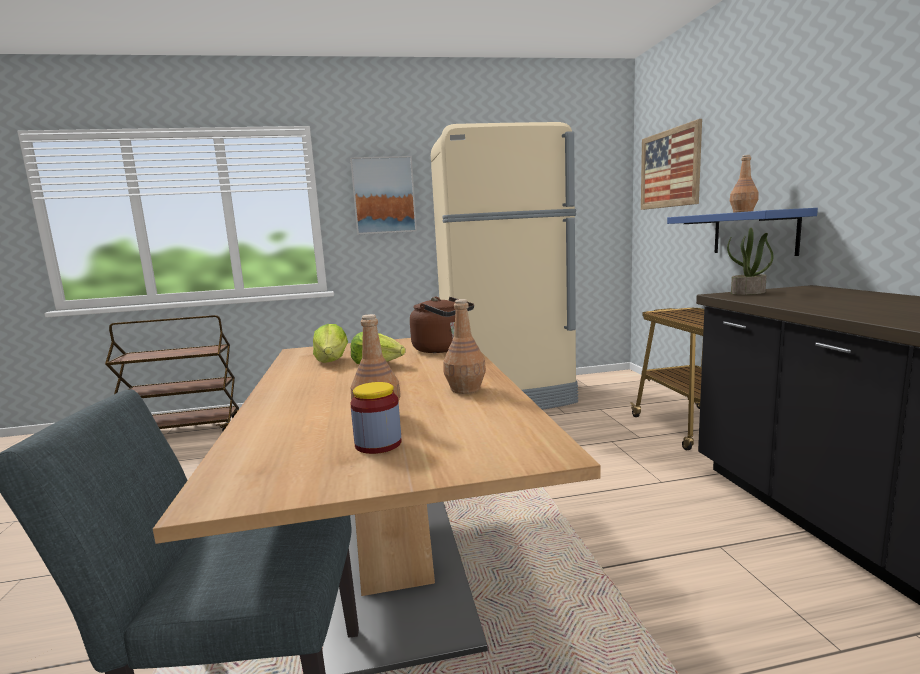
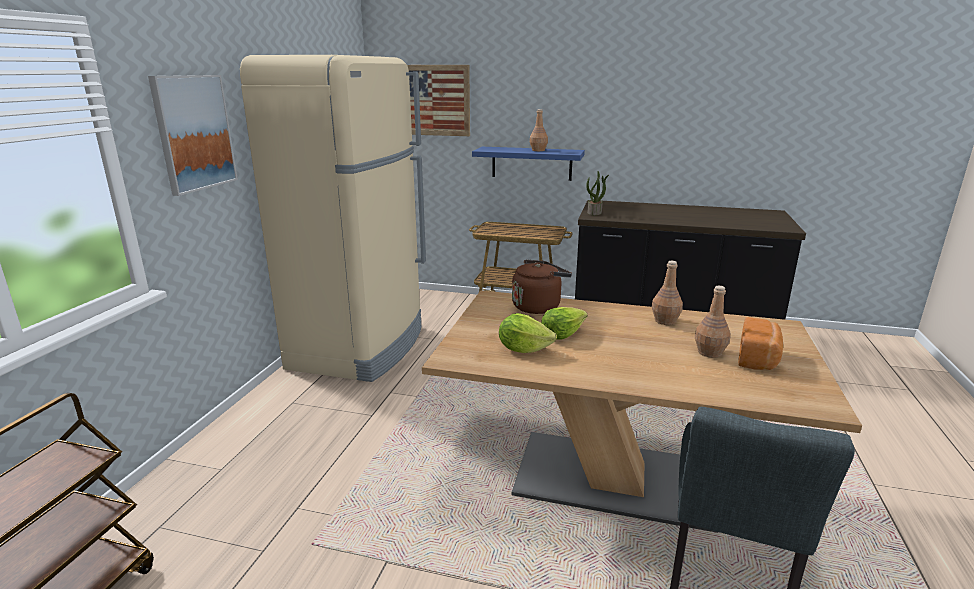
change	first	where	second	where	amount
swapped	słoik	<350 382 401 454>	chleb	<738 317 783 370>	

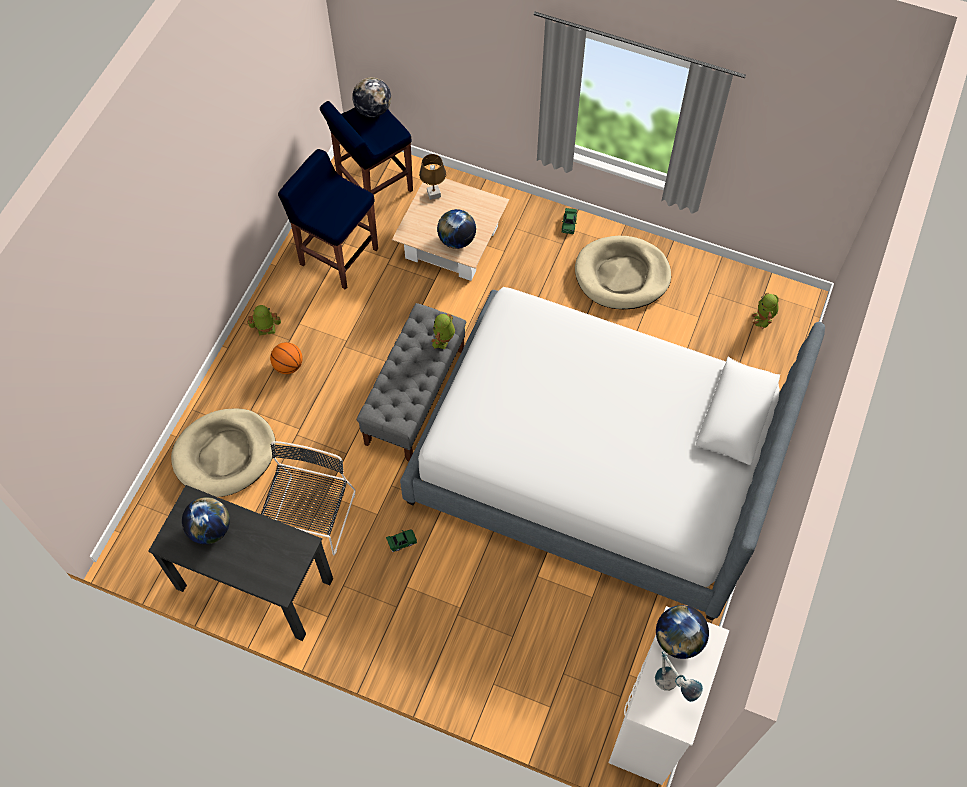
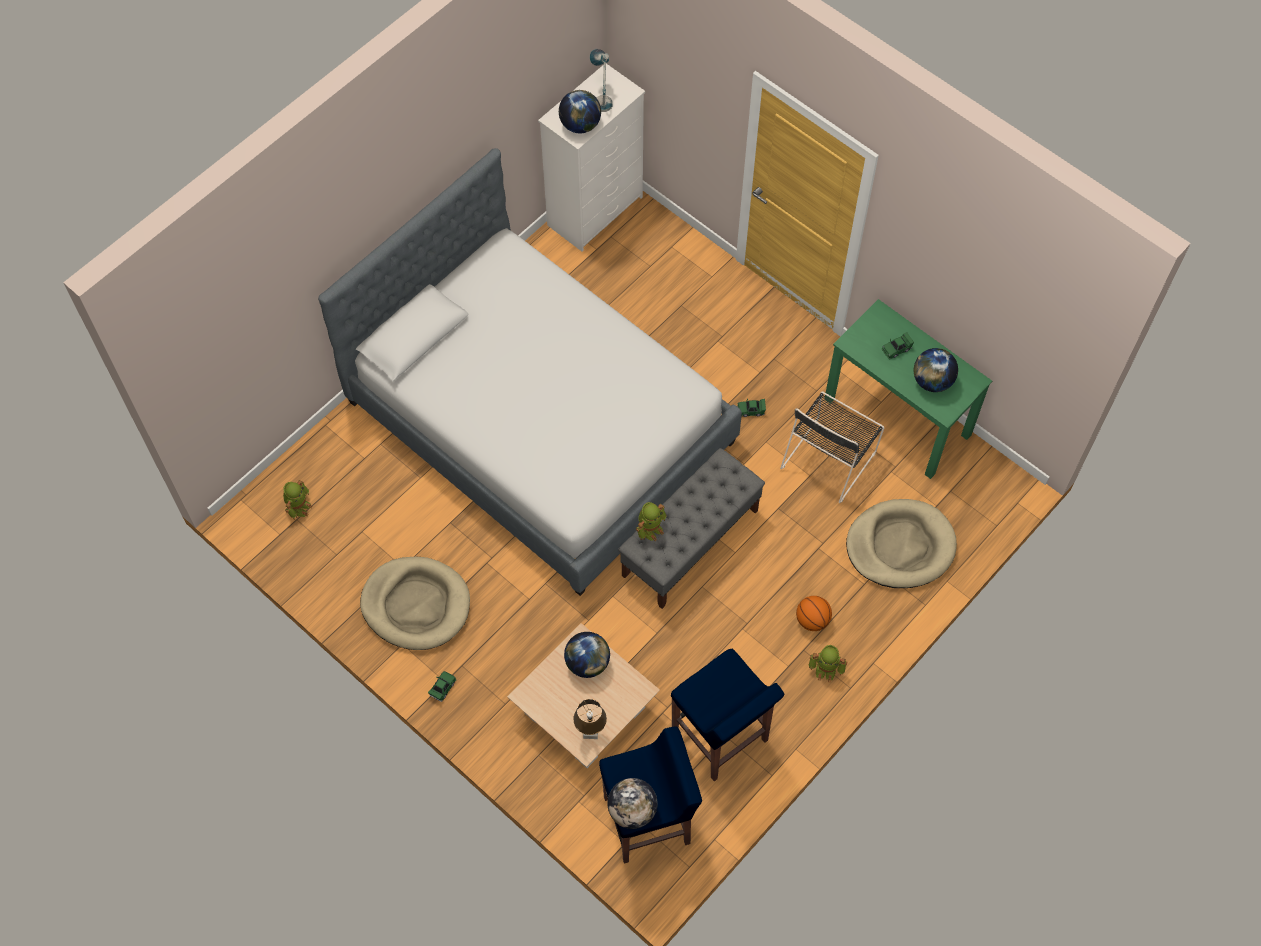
change	first	where	second	where	amount
new			samochodzik/zielony	<882 332 914 359>	
repainted	biurko/czarny	<148 485 333 641>	biurko/zielony	<824 299 992 479>	

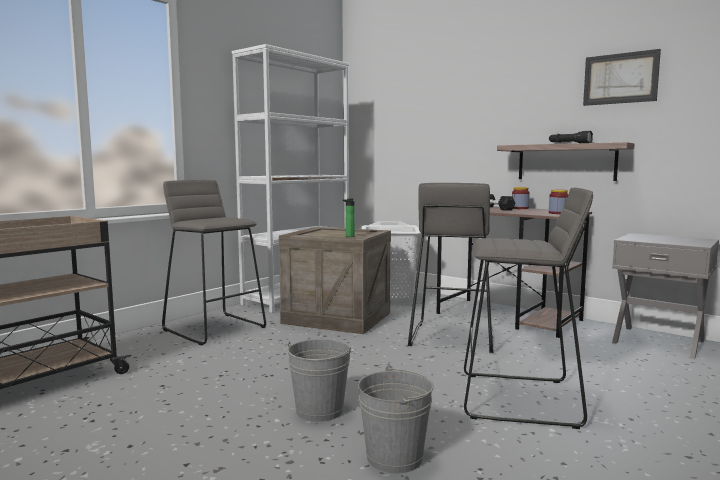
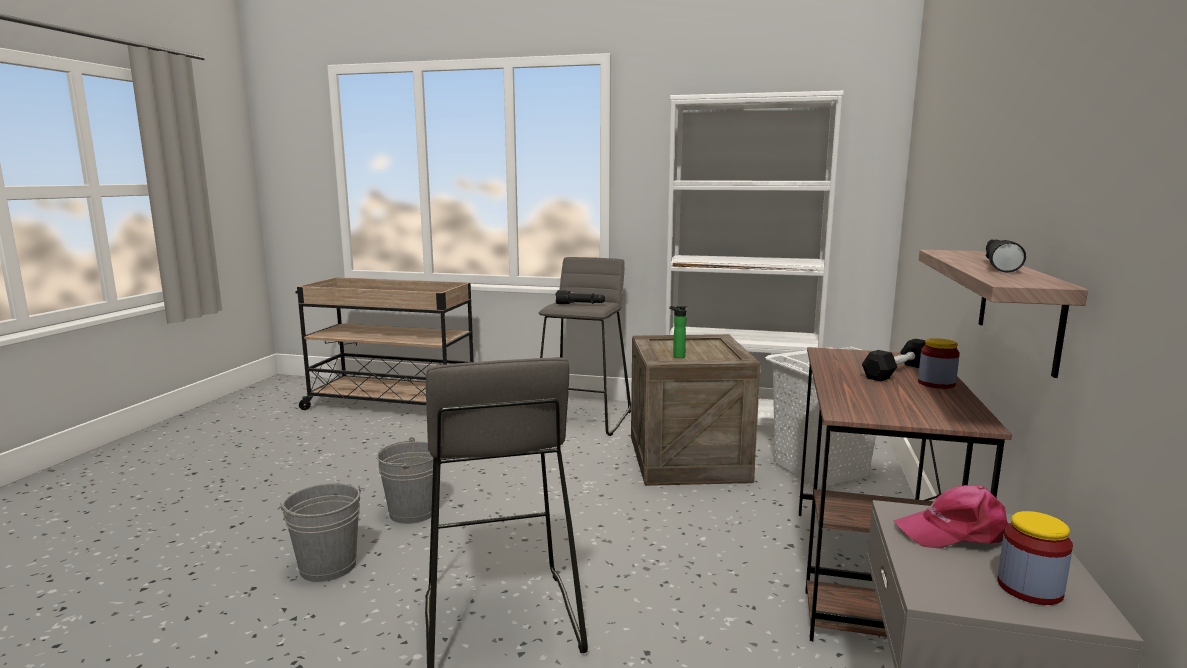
change	first	where	second	where	amount
gone	stołek/szary	<408 183 493 353>			
gone	obraz	<583 49 661 106>			
new			latarka/czarny	<555 290 605 304>	
new			czapka z daszkiem/różowy	<893 485 1010 549>	
shifted	słoik	<549 189 568 214>		<998 511 1073 605>	

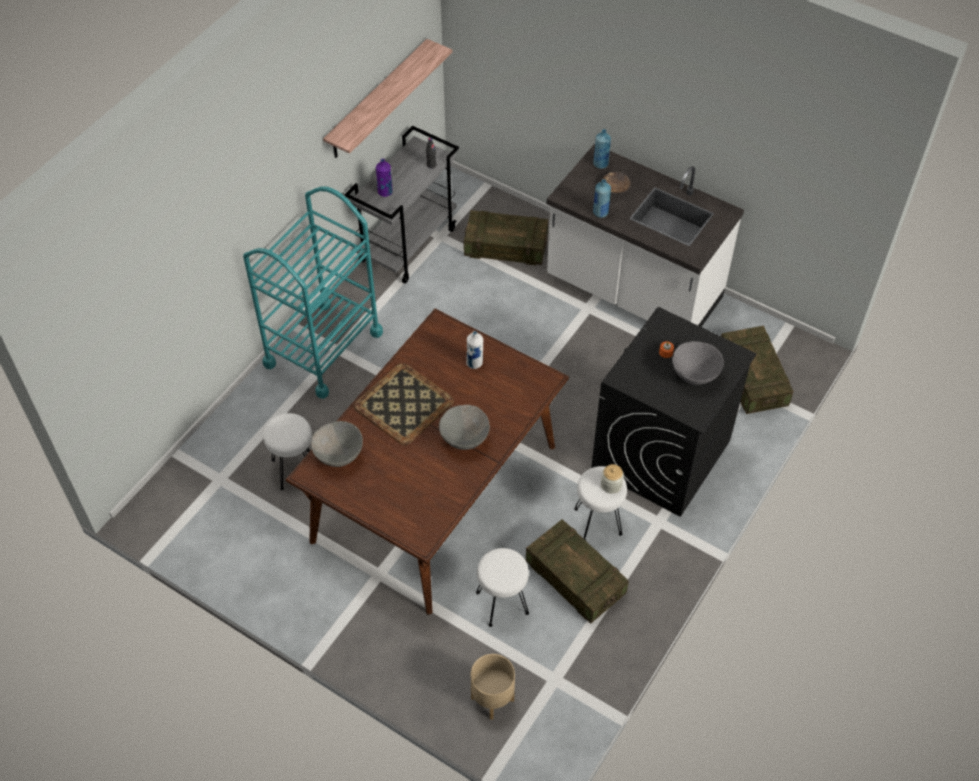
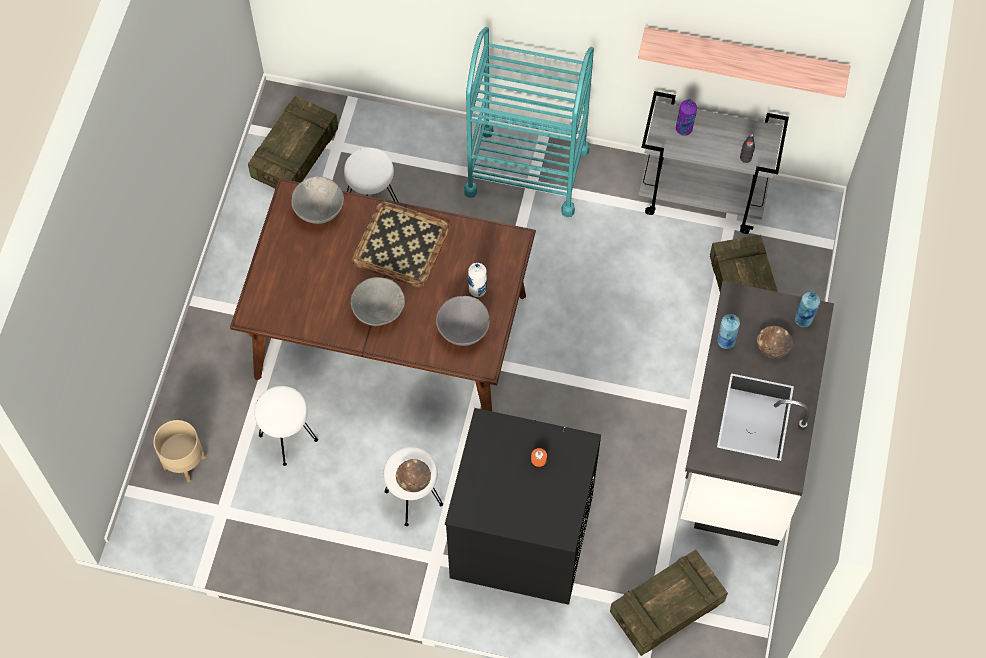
change	first	where	second	where	amount
shifted	skrzynka	<526 519 629 623>		<248 95 338 188>	
shifted	miska/szary	<672 341 724 385>		<436 296 490 346>	
swapped	słoik	<601 464 624 493>	miska/brązowy	<396 459 431 492>	

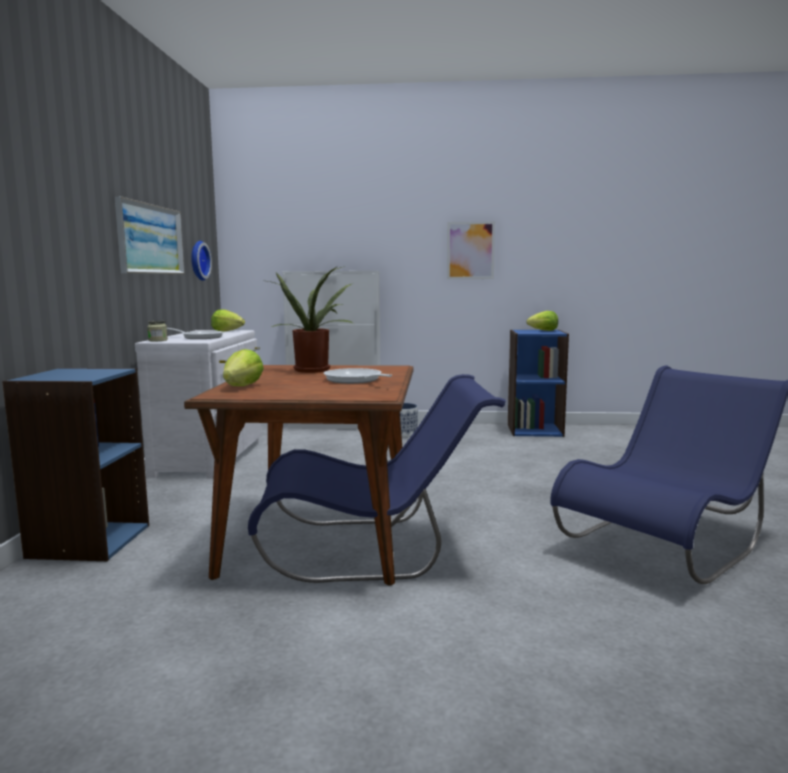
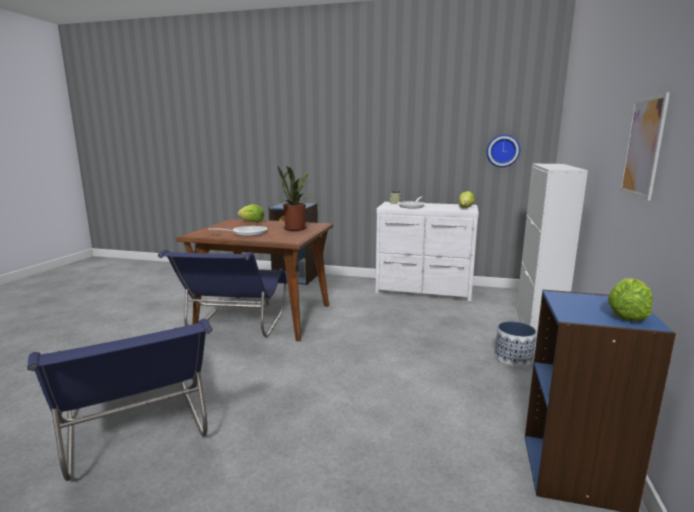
change	first	where	second	where	amount
gone	obraz	<115 196 185 274>			

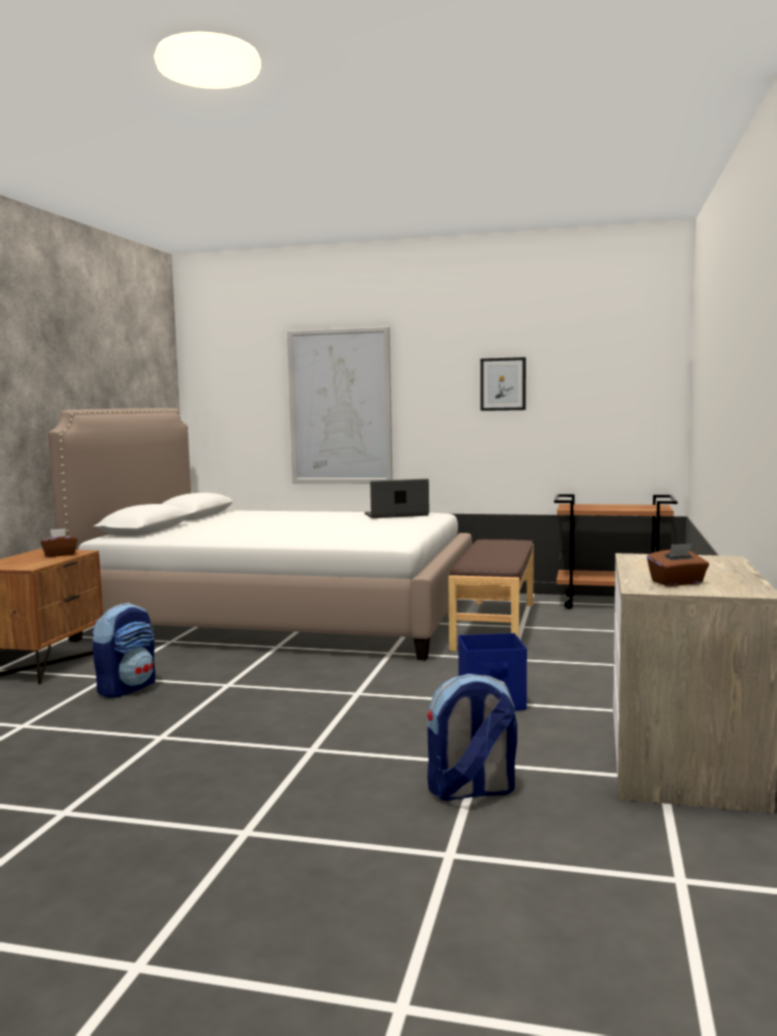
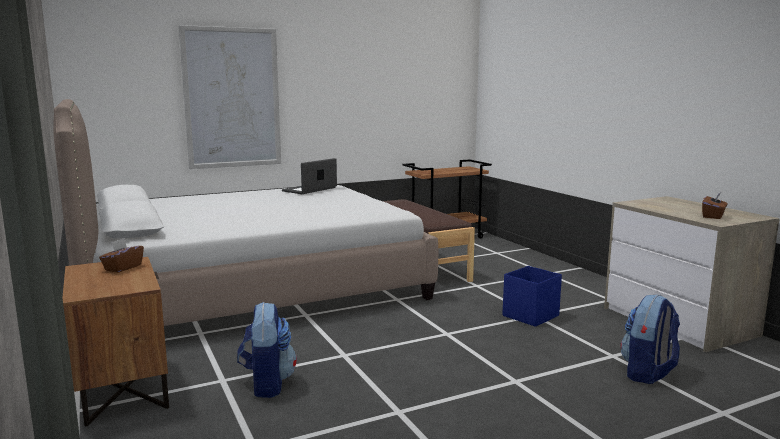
change	first	where	second	where	amount
gone	obraz	<480 357 526 411>			

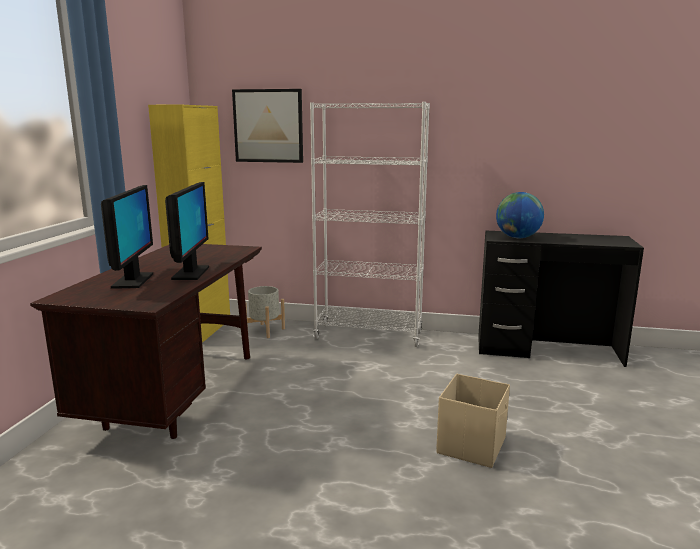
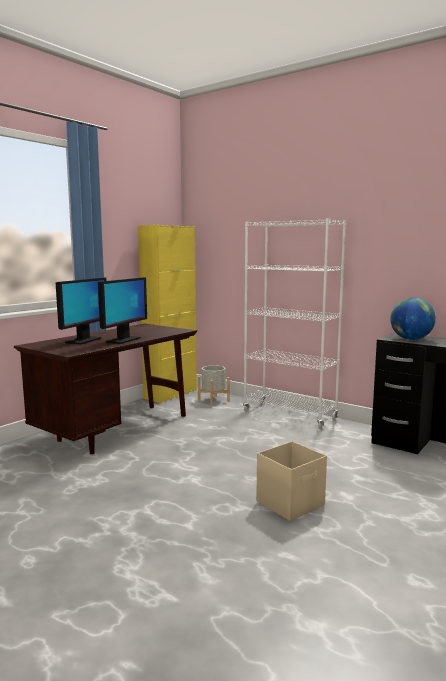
change	first	where	second	where	amount
gone	obraz	<232 89 303 163>			

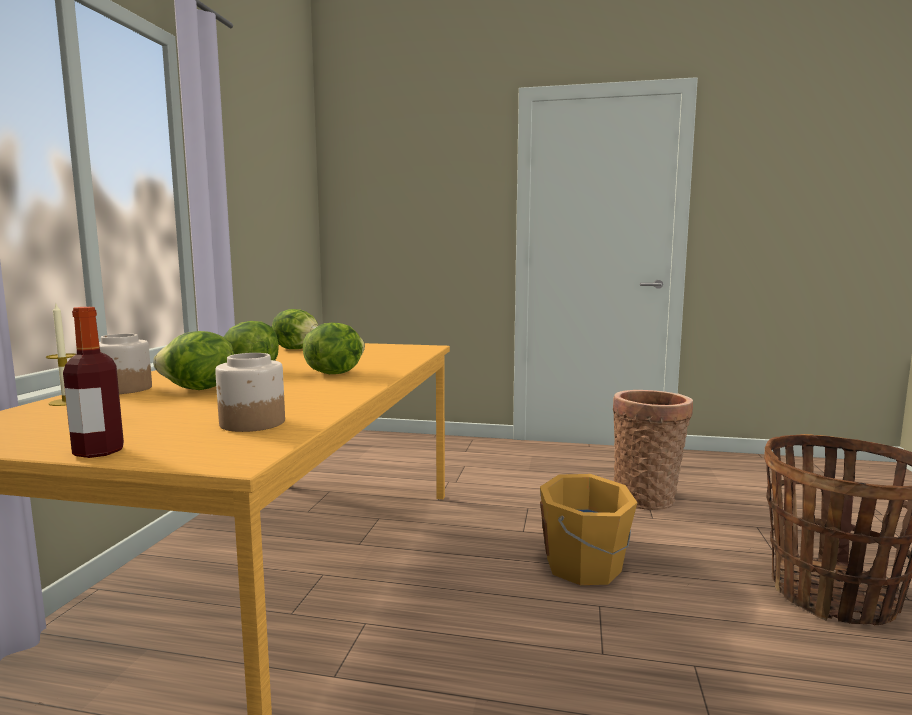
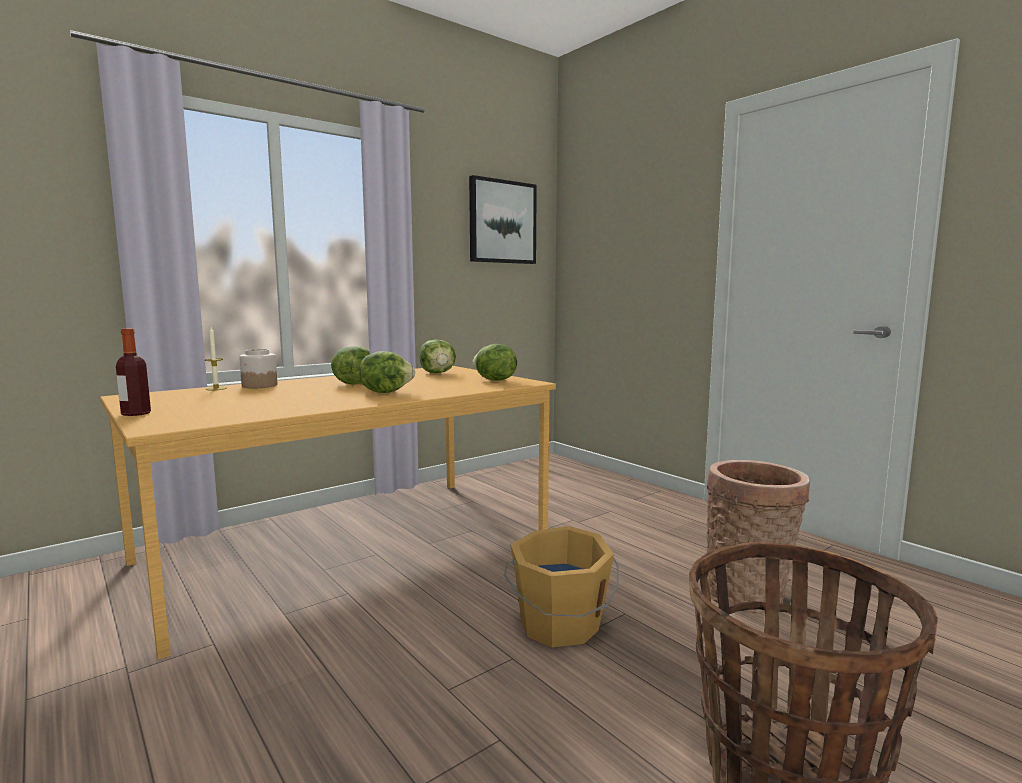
change	first	where	second	where	amount
gone	słoik	<215 353 285 432>			
new			obraz	<469 175 537 264>	
shifted	sałata	<153 331 235 390>		<473 344 517 381>	

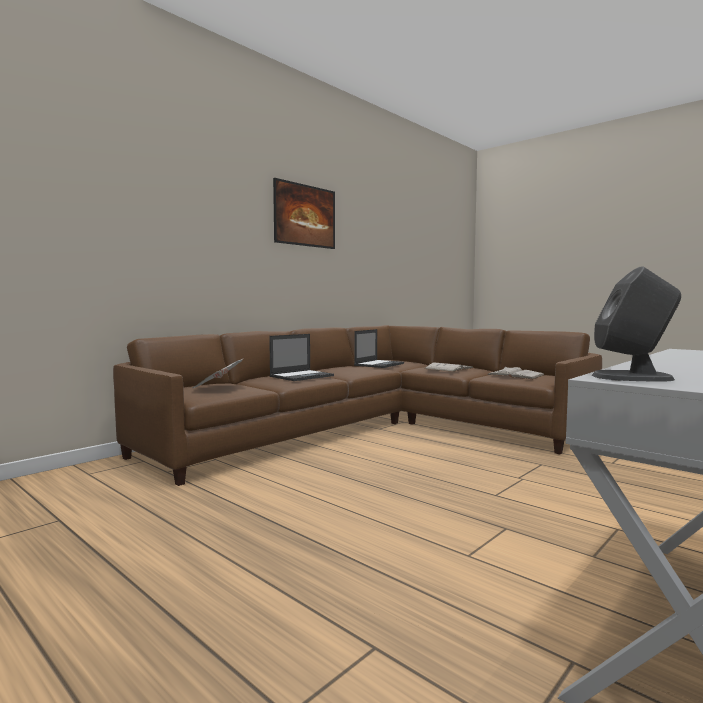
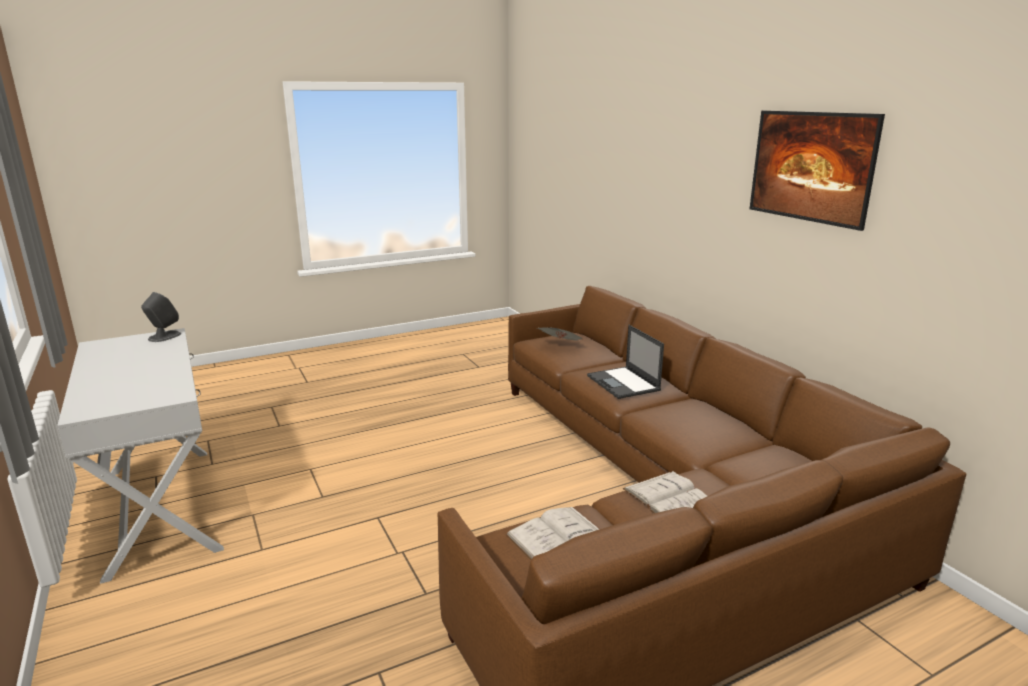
change	first	where	second	where	amount
gone	laptop	<354 329 404 368>			

